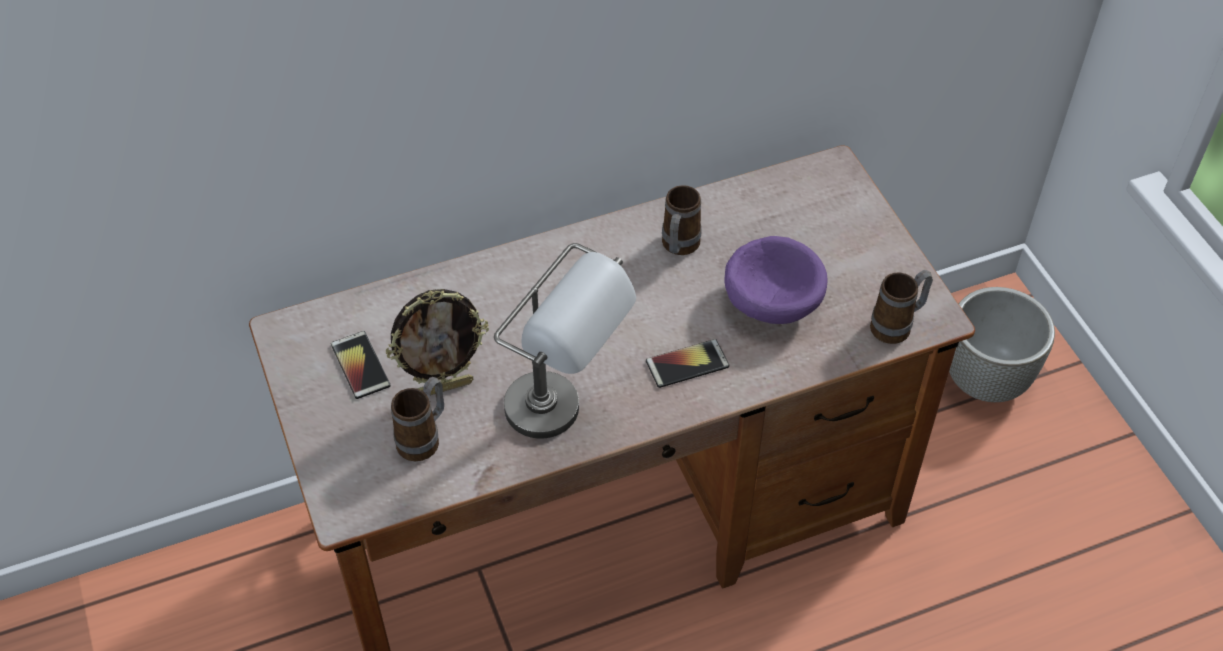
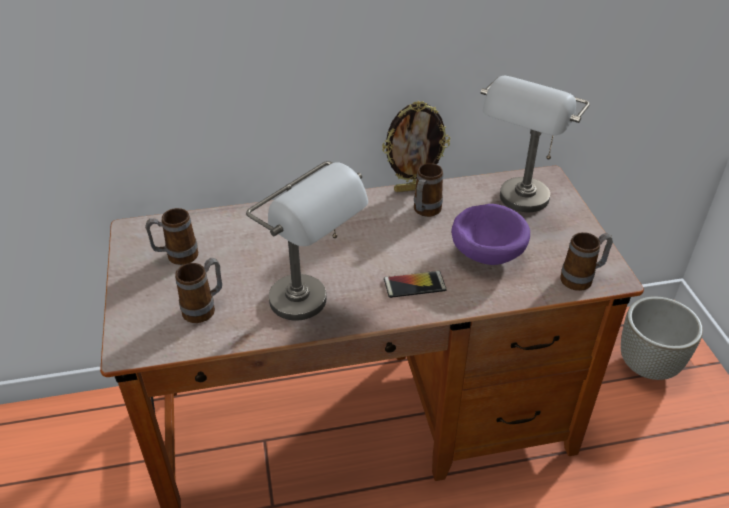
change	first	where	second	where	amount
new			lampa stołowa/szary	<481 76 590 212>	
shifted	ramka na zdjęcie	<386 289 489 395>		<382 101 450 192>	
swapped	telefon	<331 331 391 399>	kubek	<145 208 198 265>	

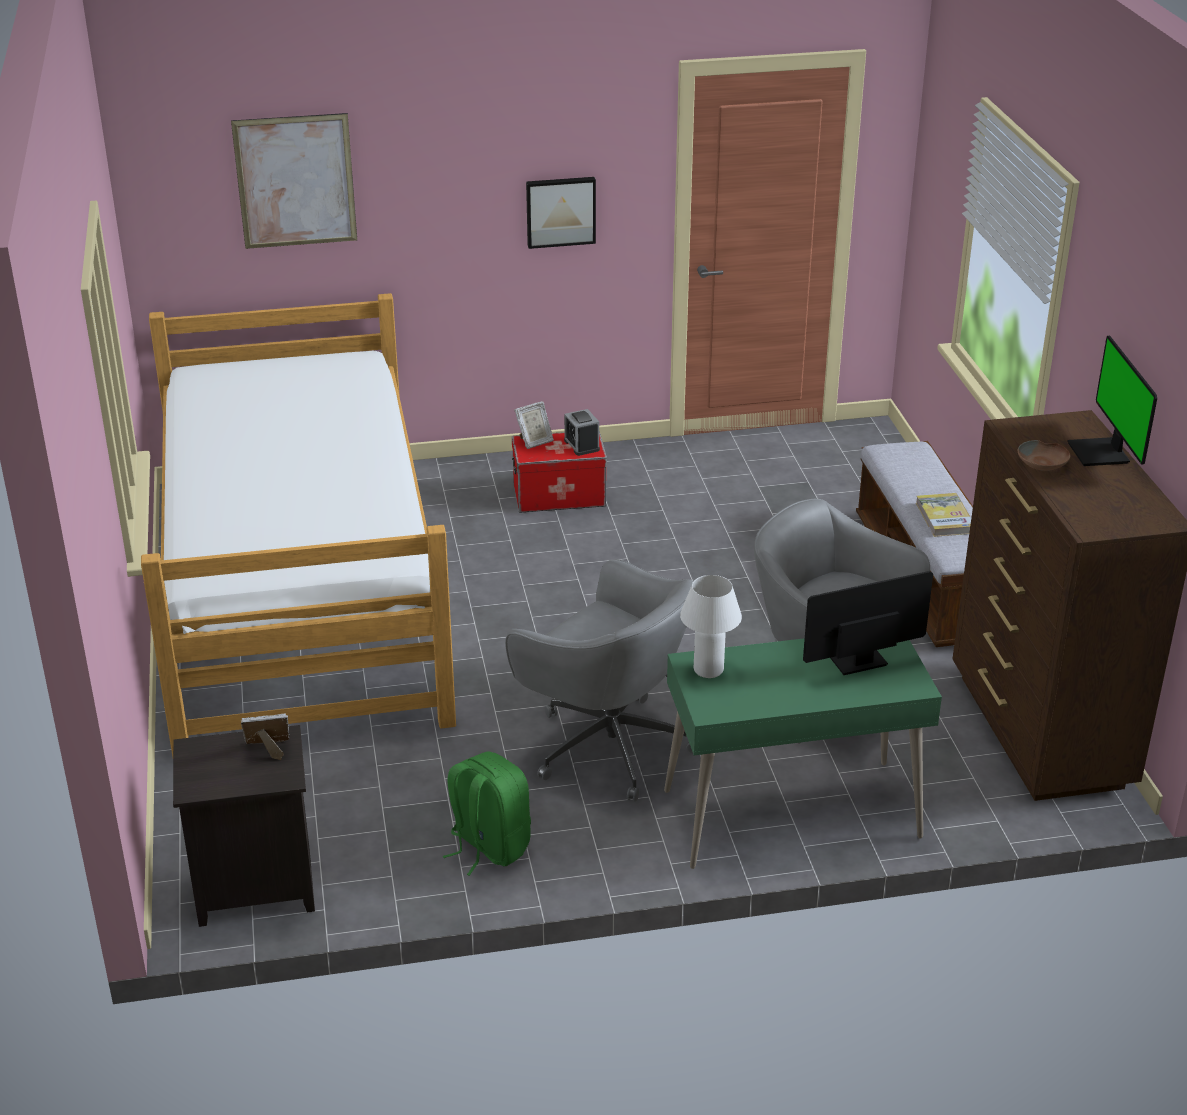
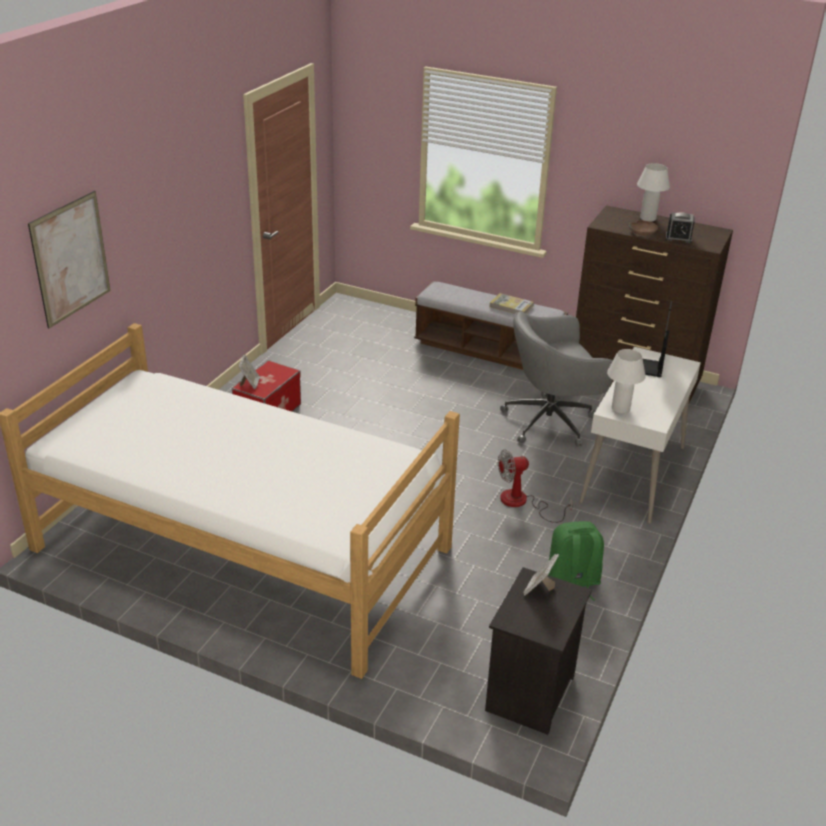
change	first	where	second	where	amount
gone	obraz	<526 177 596 249>			
shifted	budzik	<564 409 600 456>		<666 212 694 243>	
swapped	krzesło biurowe/szary	<505 559 693 802>	wentylator	<498 449 573 523>	
swapped	monitor	<1067 336 1157 466>	lampa stołowa/biały	<637 163 670 222>	
repainted	biurko/zielony	<664 638 942 869>	biurko/biały	<580 347 701 524>	

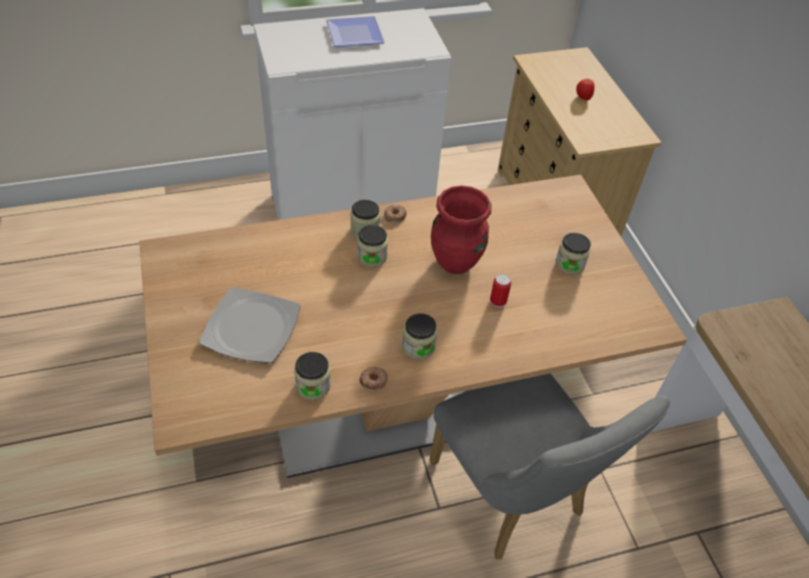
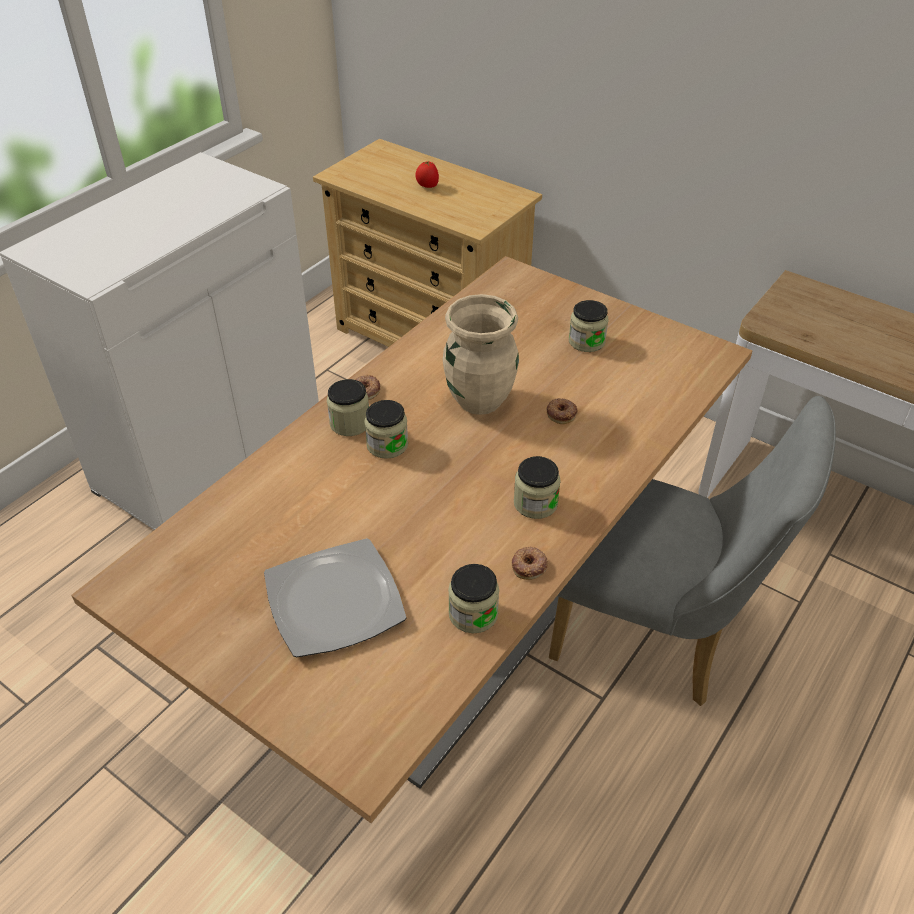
change	first	where	second	where	amount
gone	talerz	<326 16 385 47>			
swapped	puszka	<490 274 511 308>	donut	<546 398 578 424>	
repainted	wazon/czerwony	<431 185 492 274>	wazon/beżowy	<443 294 519 415>	

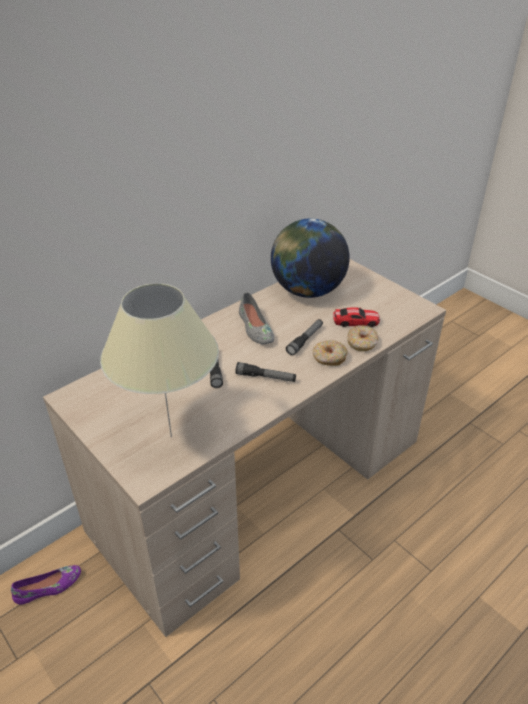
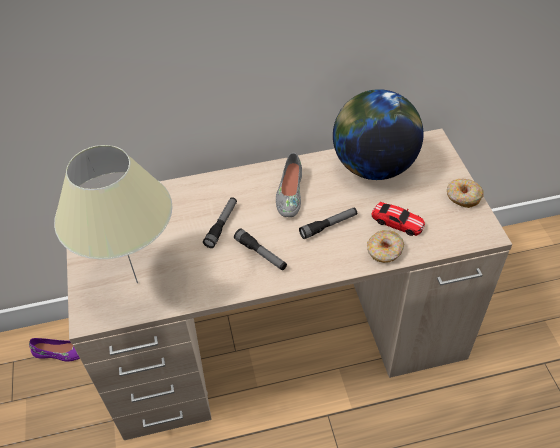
change	first	where	second	where	amount
shifted	donut	<313 340 348 366>		<447 179 484 208>	

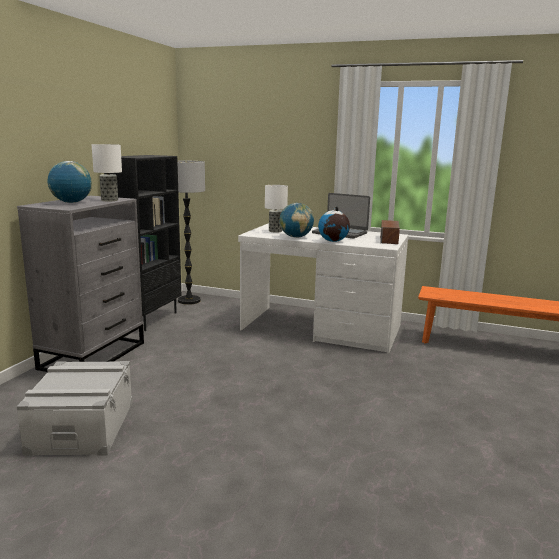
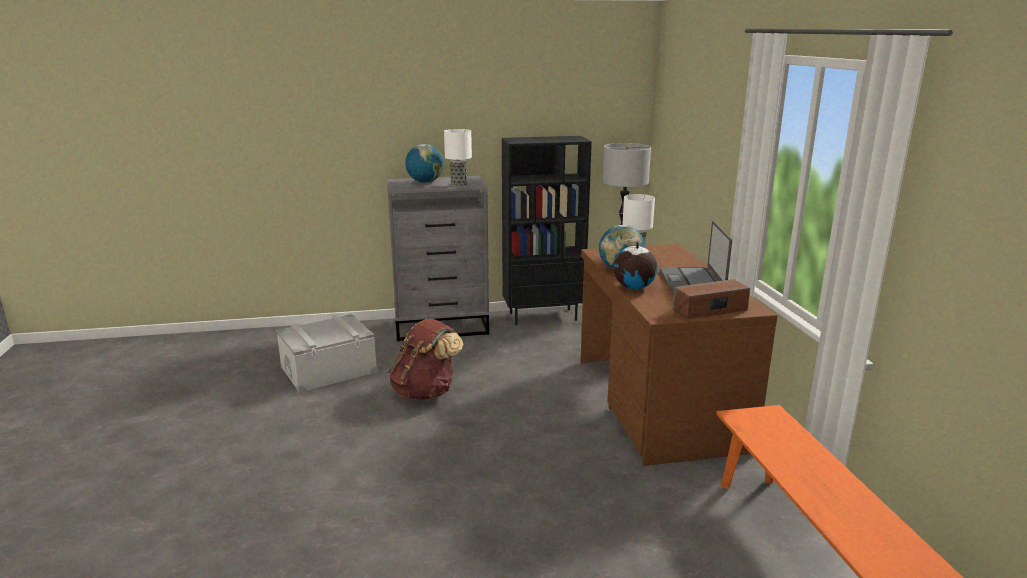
change	first	where	second	where	amount
new			plecak/brązowy	<388 318 463 400>	
repainted	biurko/biały	<238 223 409 354>	biurko/brązowy	<580 244 777 466>	

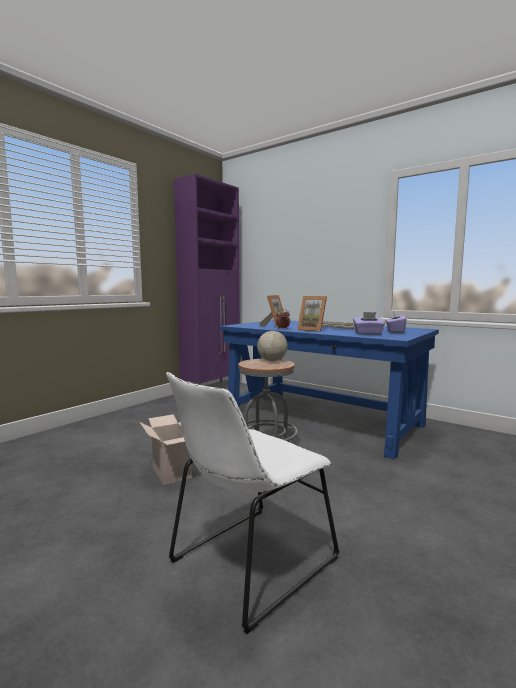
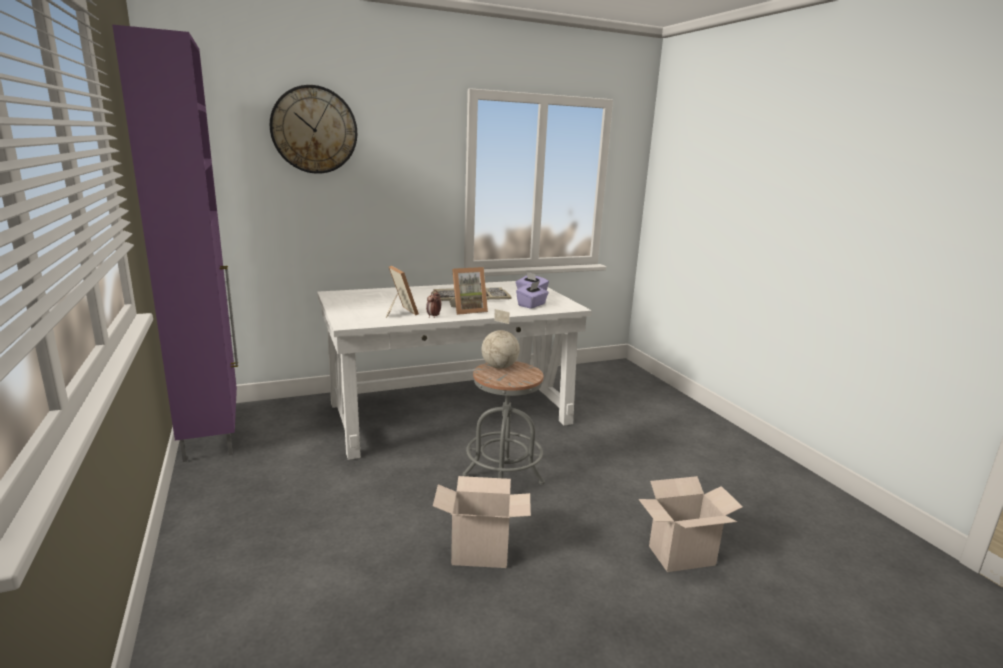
change	first	where	second	where	amount
new			zegar ścienny	<270 85 357 174>	
swapped	krzesło/biały	<166 372 339 634>	karton	<638 476 743 572>	
repainted	biurko/niebieski	<220 320 439 459>	biurko/biały	<317 281 592 460>	

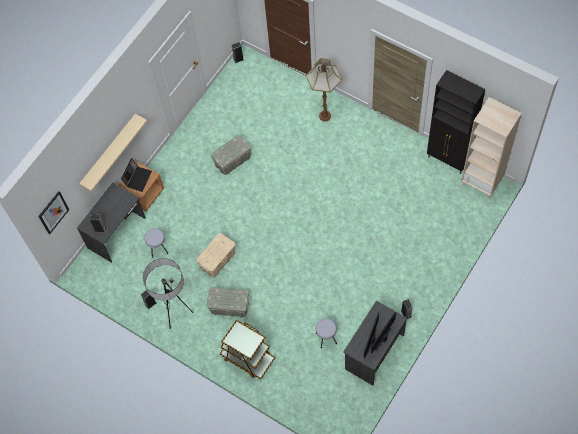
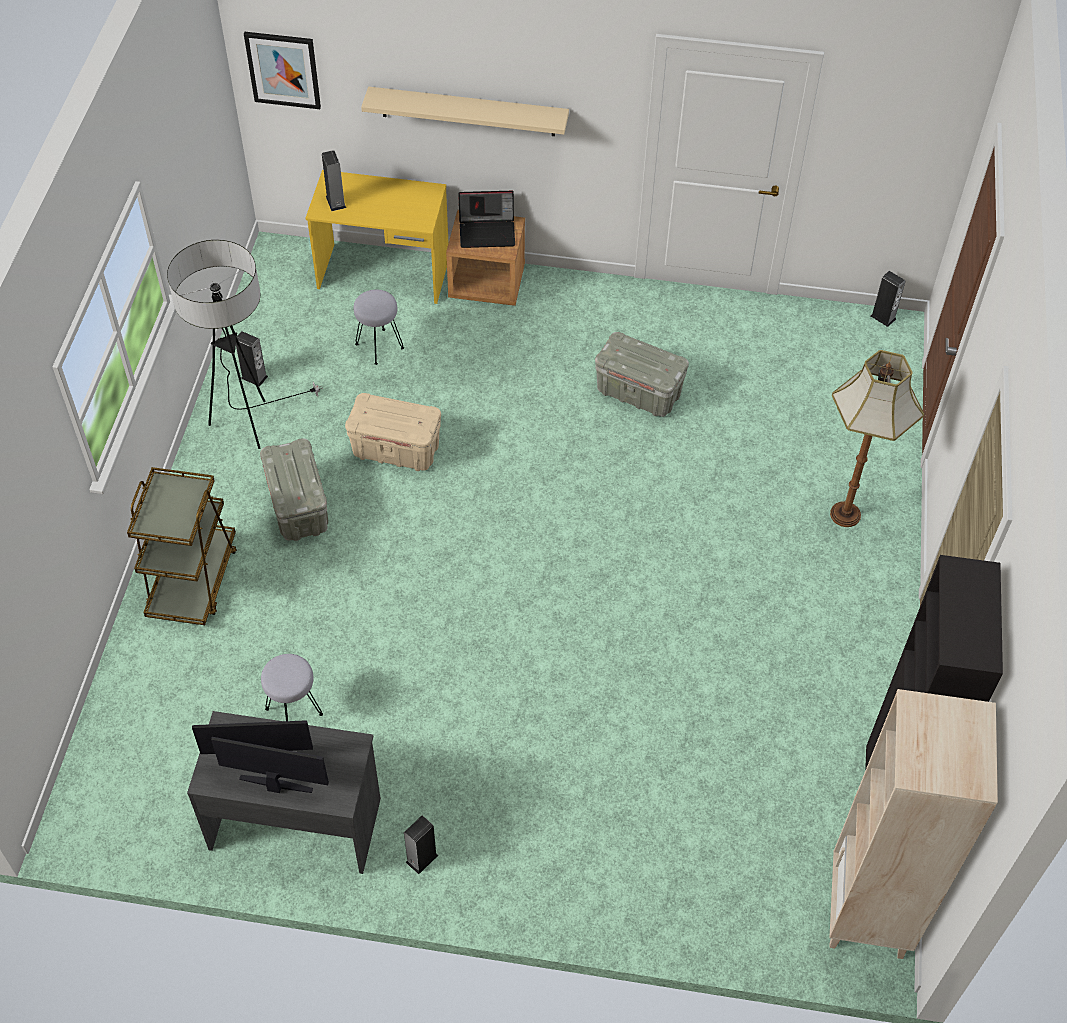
change	first	where	second	where	amount
repainted	biurko/szary	<77 183 146 263>	biurko/żółty	<305 170 449 304>	

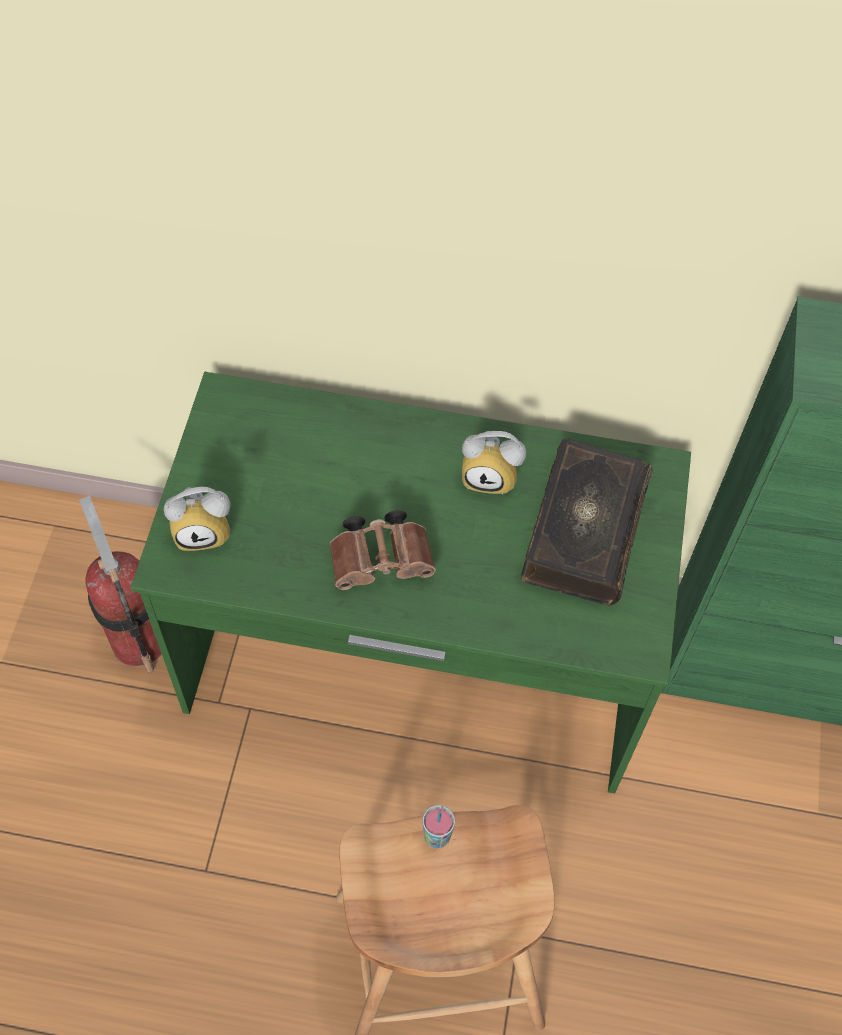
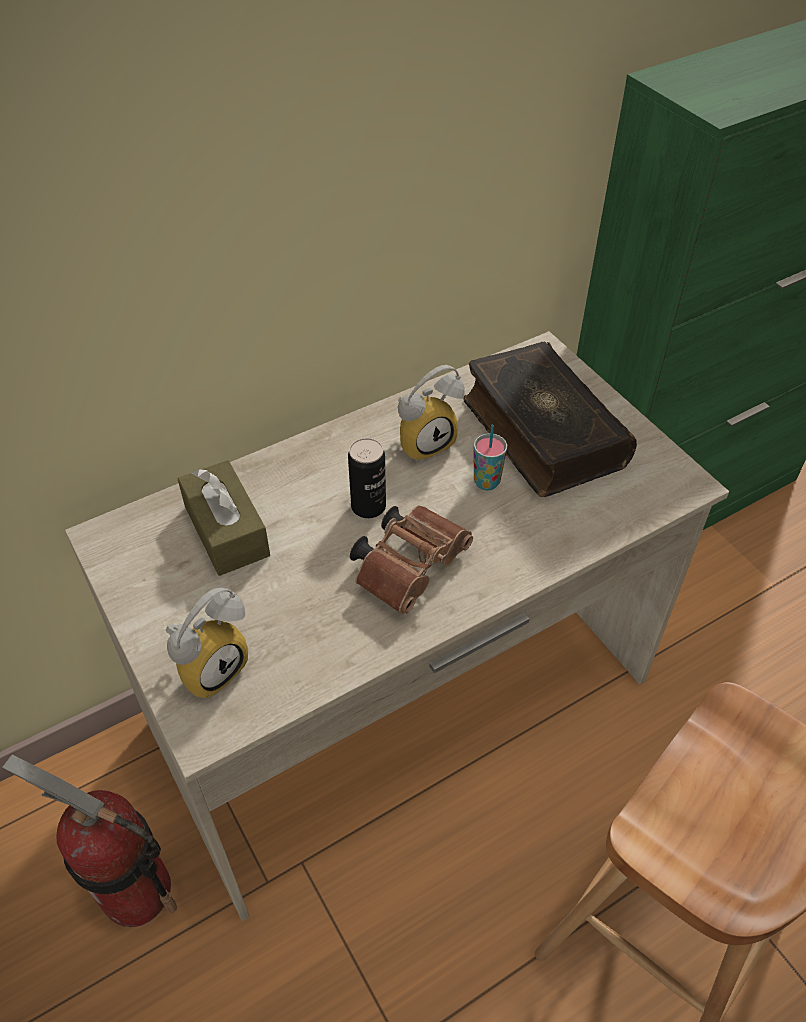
change	first	where	second	where	amount
new			pudełko chusteczek/brązowy	<178 460 270 576>	
new			puszka	<348 438 386 518>	
shifted	filiżanka	<422 805 455 848>		<474 424 507 491>	
repainted	biurko/zielony	<131 372 691 793>	biurko/beżowy	<65 331 729 921>	

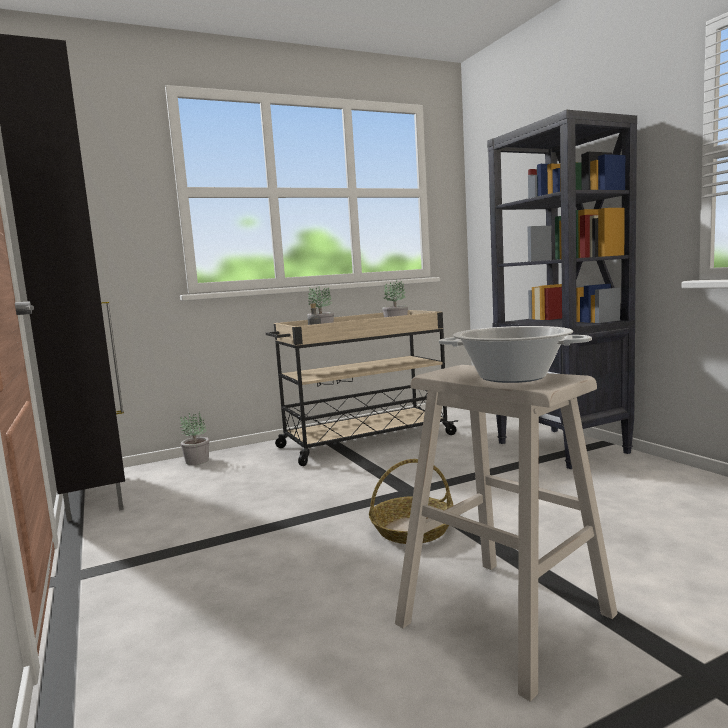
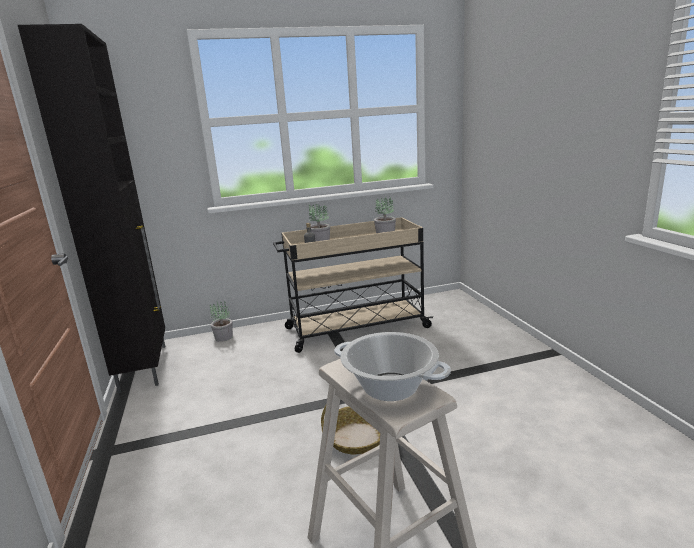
change	first	where	second	where	amount
gone	regał/czarny	<487 110 637 469>			

